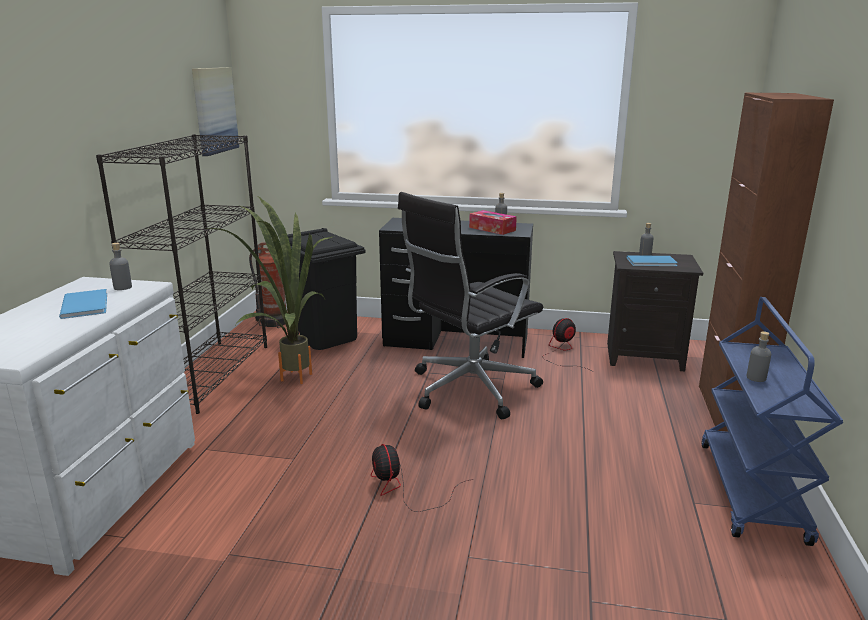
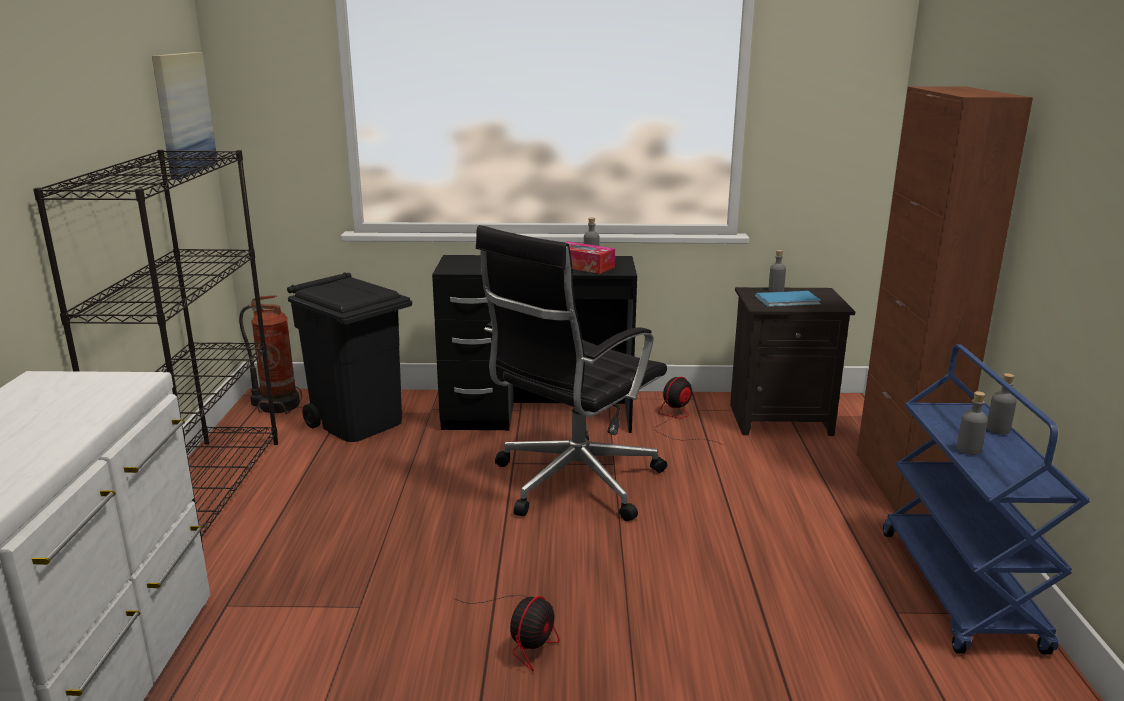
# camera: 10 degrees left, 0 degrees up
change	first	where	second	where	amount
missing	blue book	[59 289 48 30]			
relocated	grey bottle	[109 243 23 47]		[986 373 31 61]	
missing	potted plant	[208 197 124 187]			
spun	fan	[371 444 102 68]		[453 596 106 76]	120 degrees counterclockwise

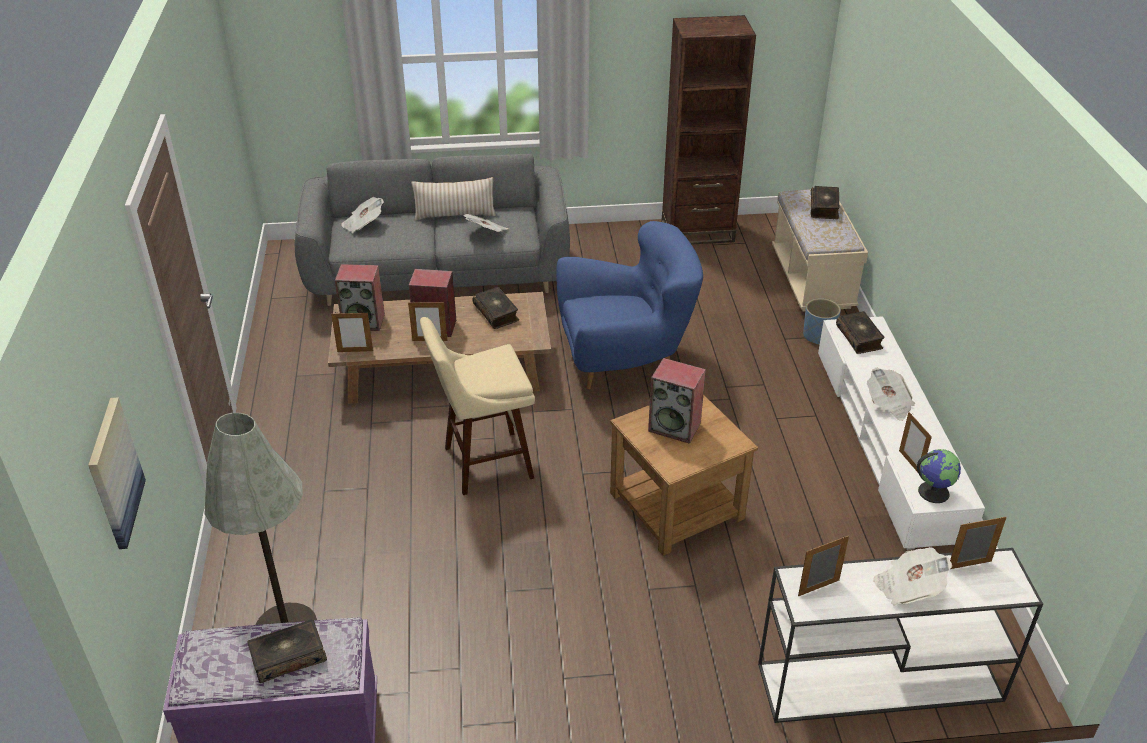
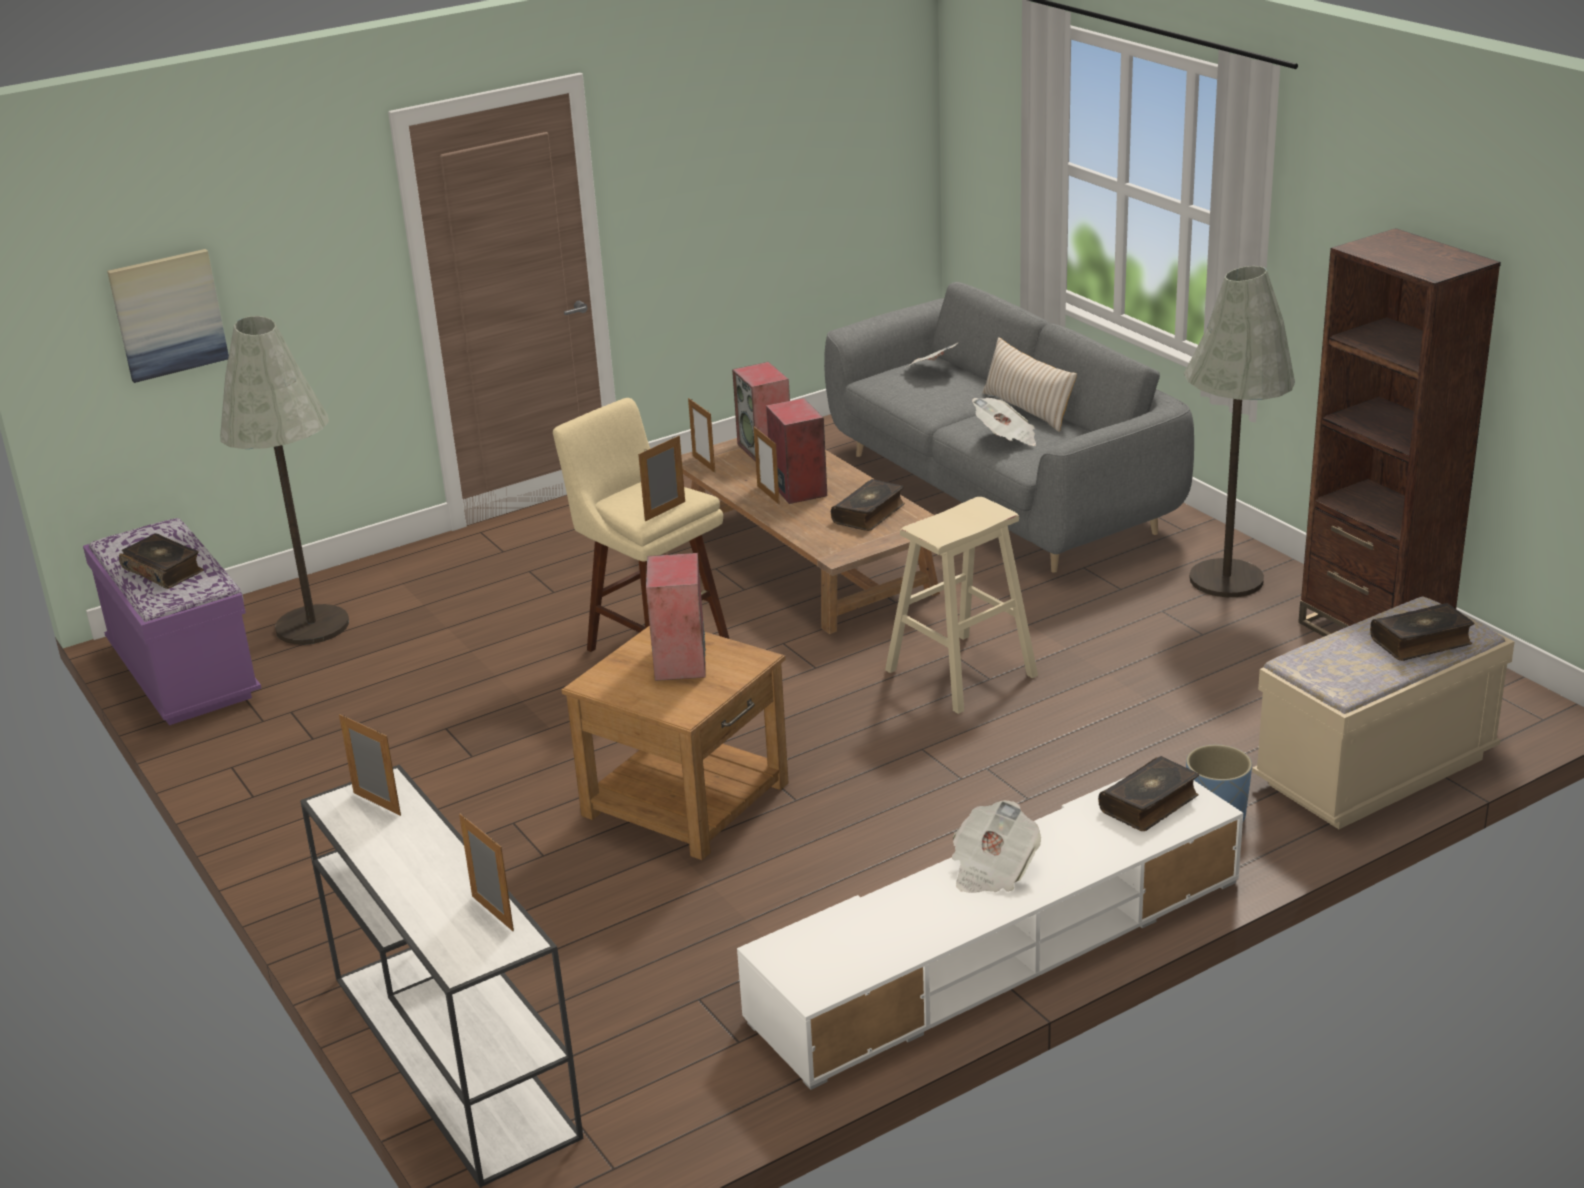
# camera: 65 degrees right, 10 degrees down
change	first	where	second	where	amount
exchanged	blue armchair	[556 221 147 168]	beige stool	[885 497 153 217]	
missing	newspaper	[873 547 79 58]			
relocated	picture frame	[899 412 33 60]		[638 436 47 85]	
missing	globe	[917 449 44 54]			
appeared			grey floor lamp	[1184 266 111 331]	

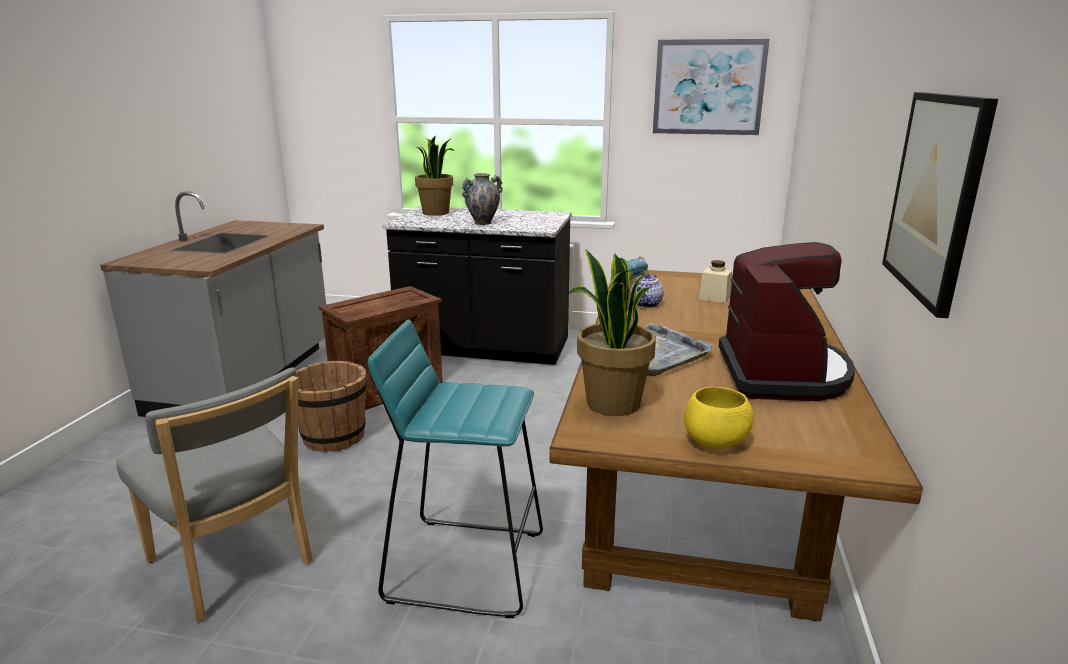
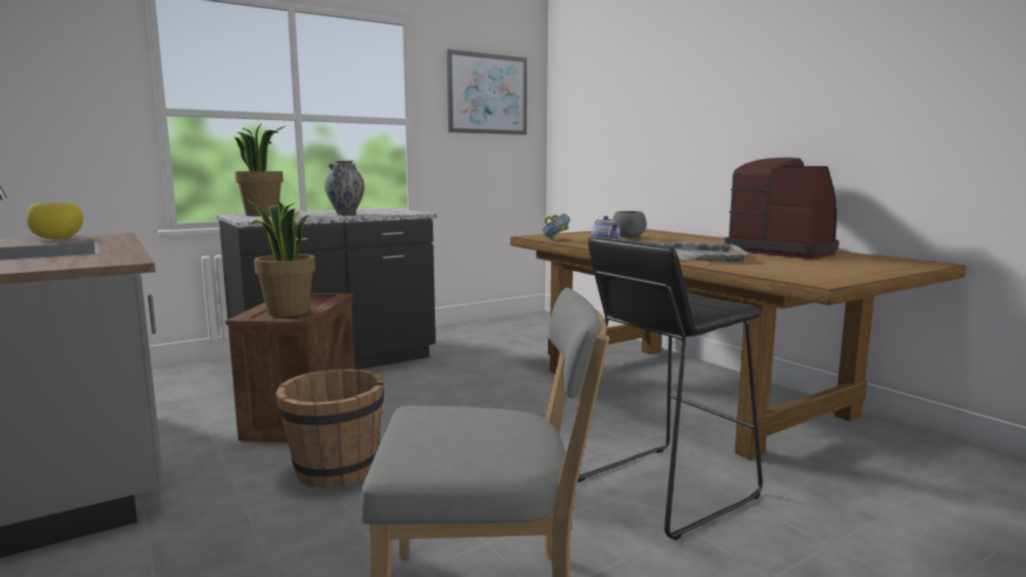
# camera: 45 degrees left, 10 degrees down
change	first	where	second	where	amount
colour	turquoise stool	[368 320 175 298]	black stool	[578 236 185 304]	
relocated	potted plant	[569 249 87 167]		[247 197 68 120]	
relocated	yellow bowl	[684 387 70 62]		[27 203 56 36]	
exchanged	beige jar	[699 260 33 43]	grey bowl	[612 211 35 27]	
missing	picture	[882 92 116 226]			

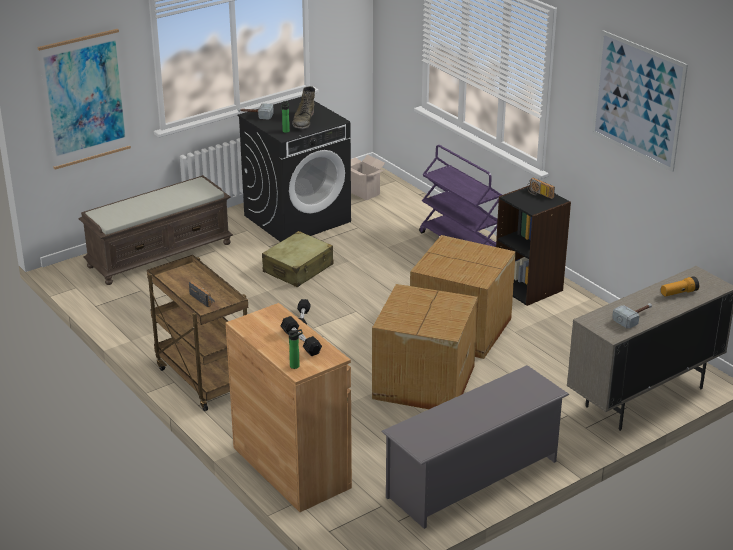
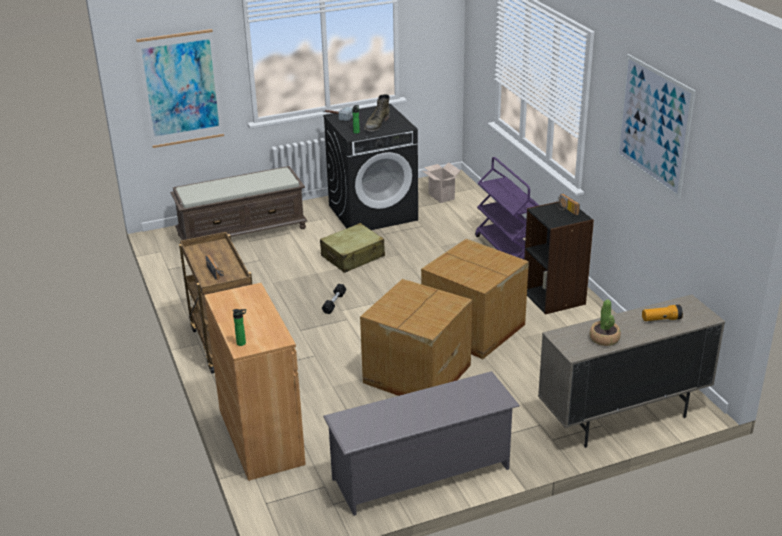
# camera: 15 degrees right, 0 degrees up
change	first	where	second	where	amount
missing	black dumbbell	[281 316 41 40]			
exchanged	hammer	[612 303 40 25]	potted plant	[590 300 31 46]	

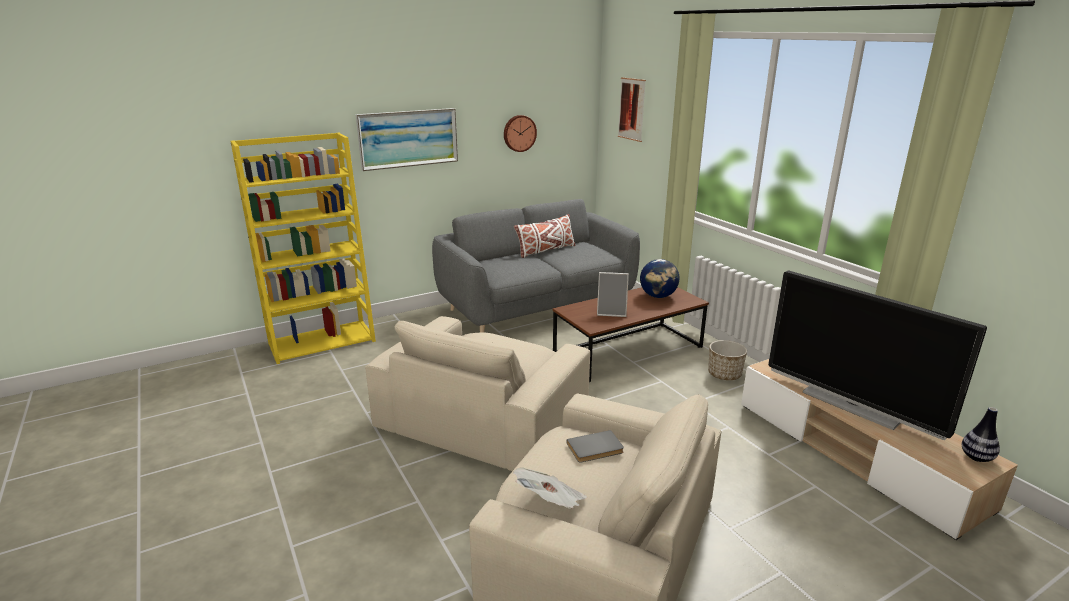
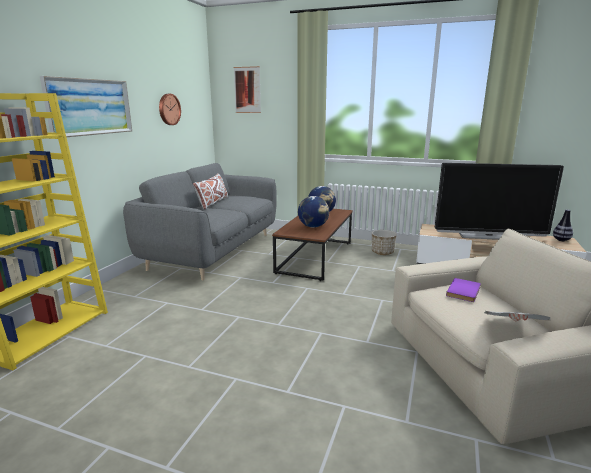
# camera: 40 degrees left, 5 degrees down
change	first	where	second	where	amount
missing	beige armchair	[365 316 225 155]			
colour	grey book	[567 430 57 33]	purple book	[446 278 35 24]	
exchanged	picture frame	[597 272 32 45]	globe	[298 196 31 32]	

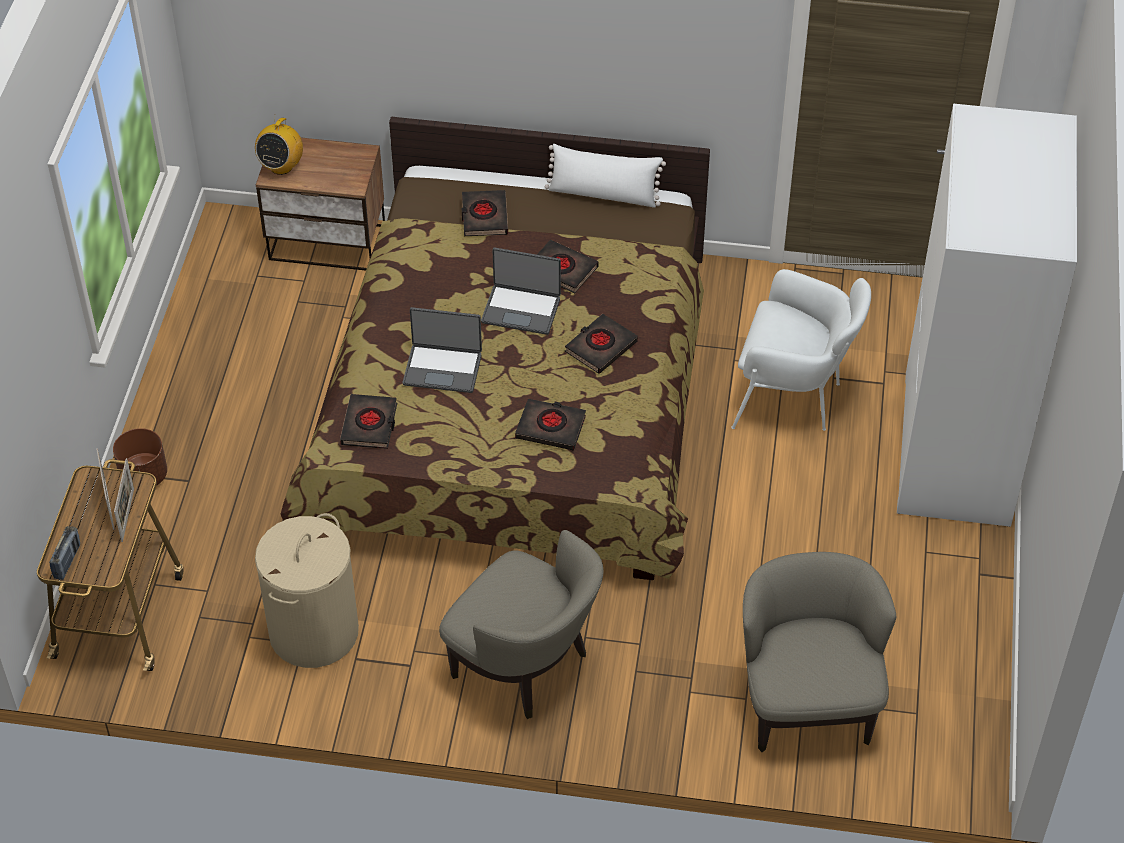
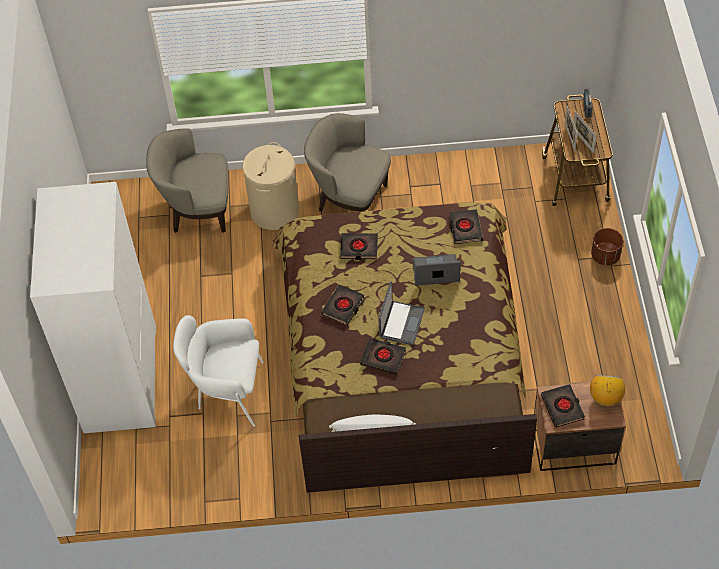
# camera: 170 degrees right, 5 degrees up
change	first	where	second	where	amount
relocated	beige laundry basket	[255 513 104 155]		[242 142 57 88]	
relocated	black book	[462 190 46 46]		[541 384 44 44]	
spun	laptop	[481 248 80 87]		[378 282 47 63]	105 degrees clockwise
spun	beige armchair	[743 552 153 200]		[146 128 82 105]	105 degrees clockwise

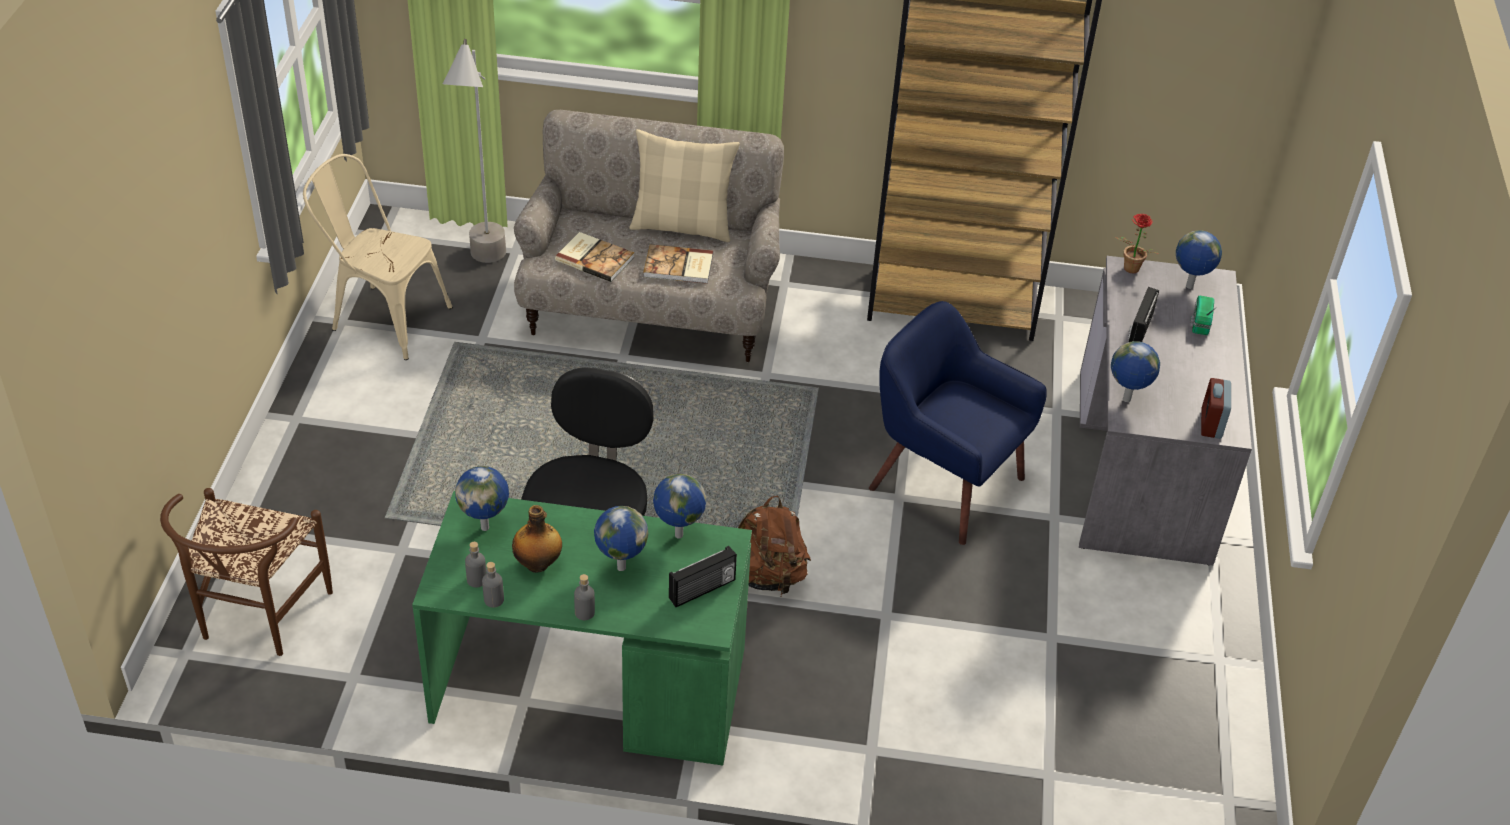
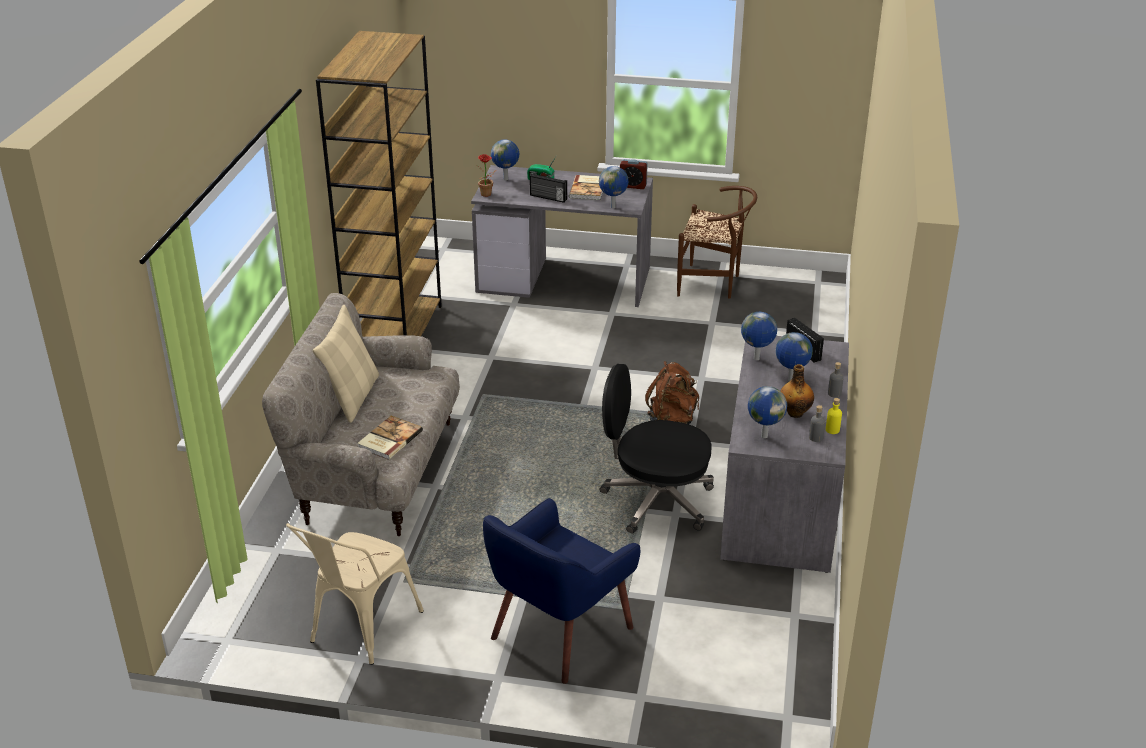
# camera: 85 degrees left, 10 degrees down
change	first	where	second	where	amount
relocated	brown chair	[160 488 173 168]		[677 186 80 113]	
colour	green desk	[412 491 340 274]	grey desk	[720 336 129 237]	
missing	grey floor lamp	[443 39 63 224]			
colour	grey bottle	[482 562 22 46]	yellow bottle	[826 398 16 36]	
relocated	book	[643 244 70 40]		[569 175 34 25]	
relocated	blue armchair	[869 301 178 244]		[483 498 157 186]	

